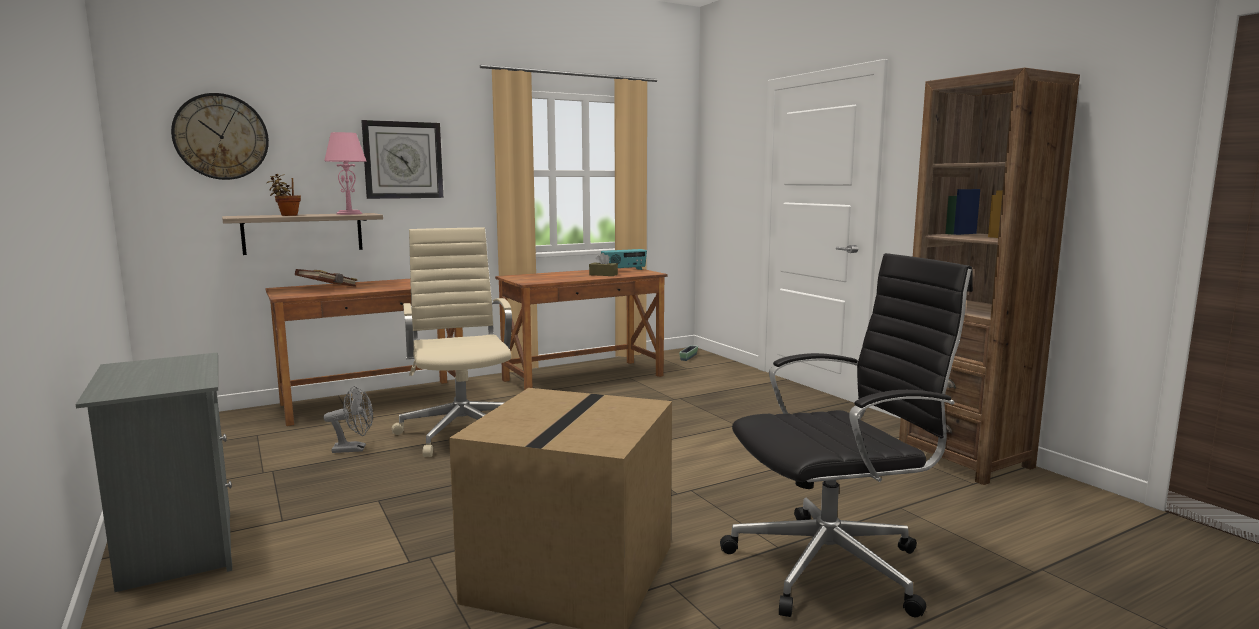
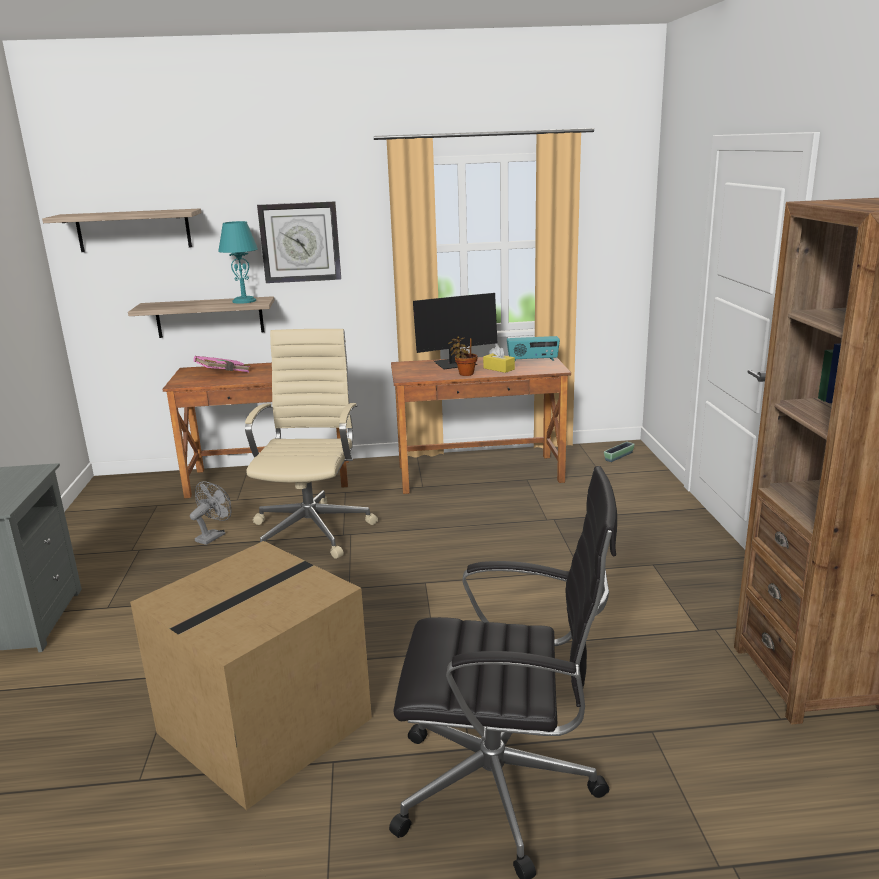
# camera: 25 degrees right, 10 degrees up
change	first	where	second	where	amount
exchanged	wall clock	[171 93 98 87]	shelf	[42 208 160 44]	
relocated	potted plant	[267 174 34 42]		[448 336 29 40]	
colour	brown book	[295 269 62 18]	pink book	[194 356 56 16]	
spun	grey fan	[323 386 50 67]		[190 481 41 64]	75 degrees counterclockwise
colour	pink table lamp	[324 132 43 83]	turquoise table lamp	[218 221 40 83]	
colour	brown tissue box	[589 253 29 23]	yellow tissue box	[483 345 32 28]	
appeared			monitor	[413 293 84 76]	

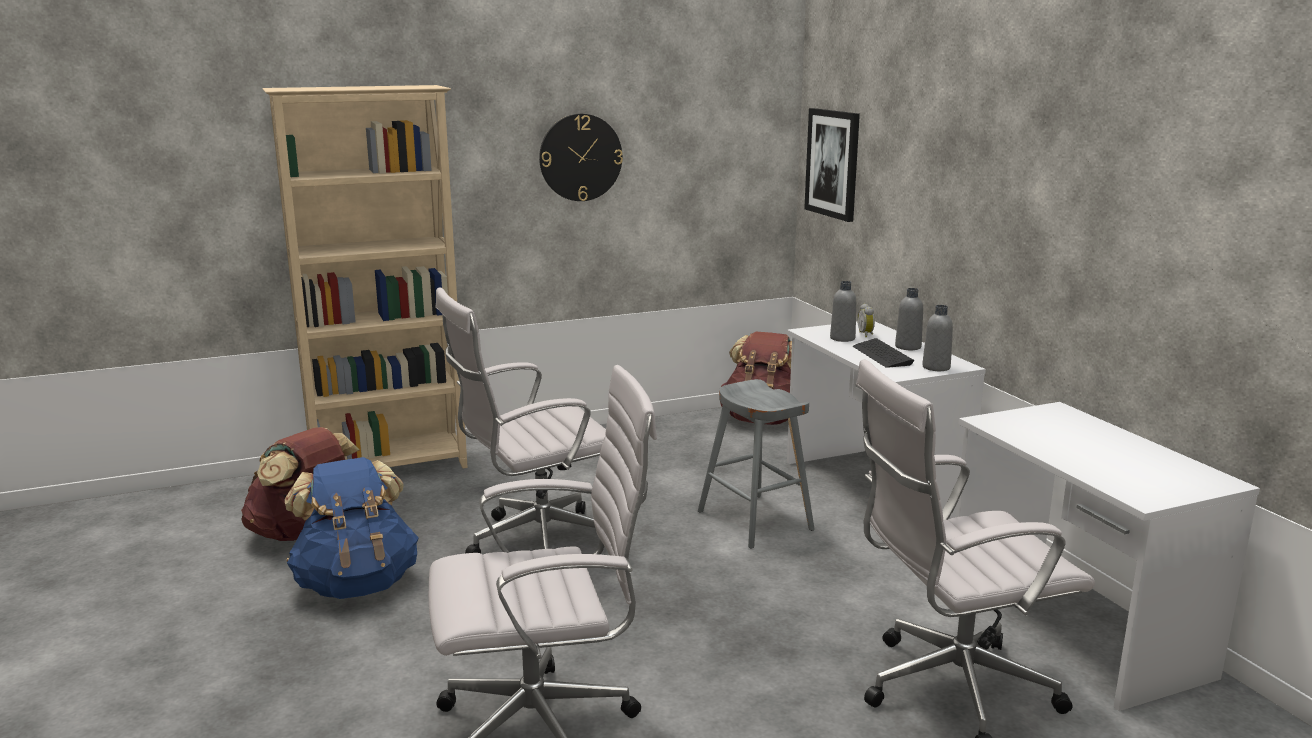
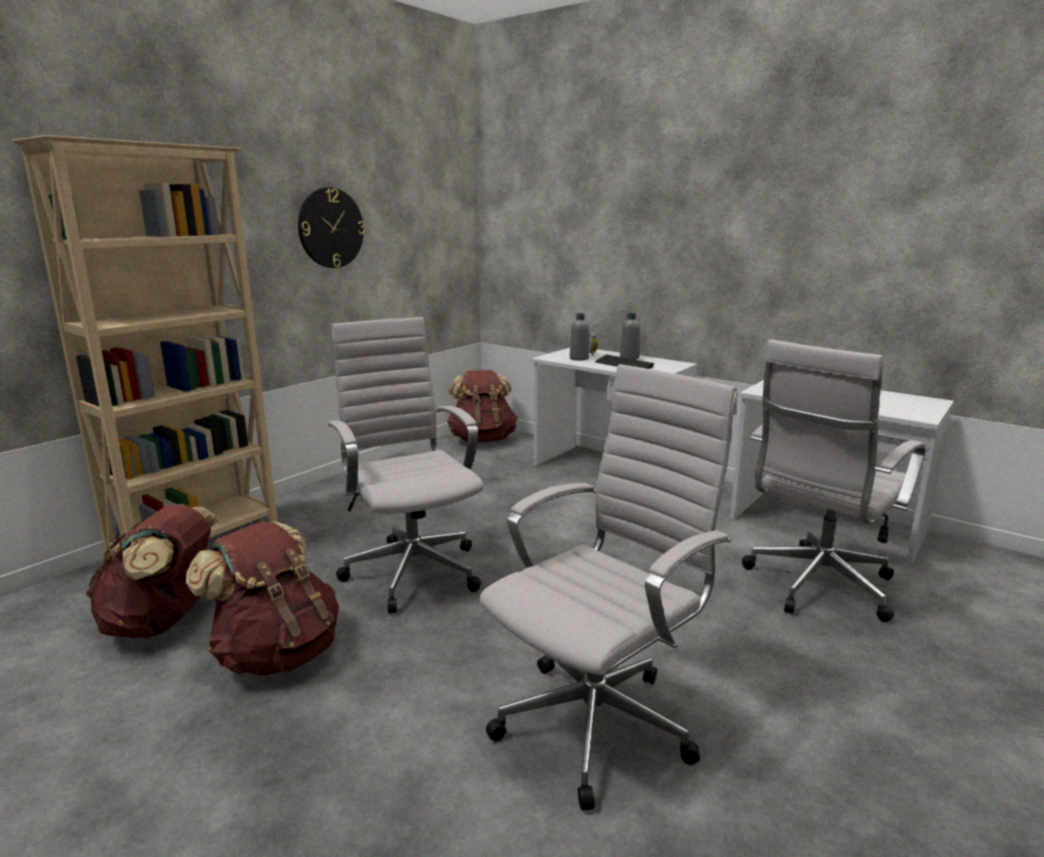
# camera: 30 degrees left, 0 degrees up
change	first	where	second	where	amount
colour	blue backpack	[285 457 134 142]	brown backpack	[186 521 153 155]	
spun	white office chair	[436 287 170 266]		[328 317 156 296]	120 degrees clockwise
missing	grey stool	[698 379 117 170]			
missing	picture	[804 108 56 114]			
missing	grey bottle	[922 305 31 66]			

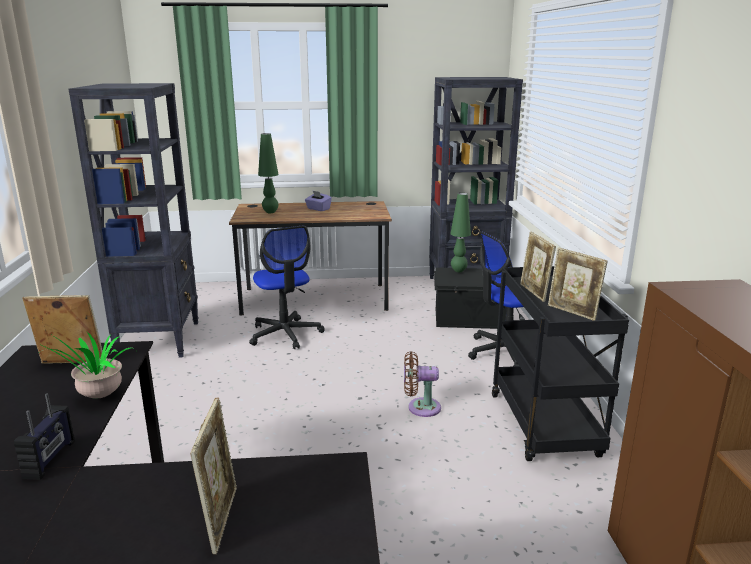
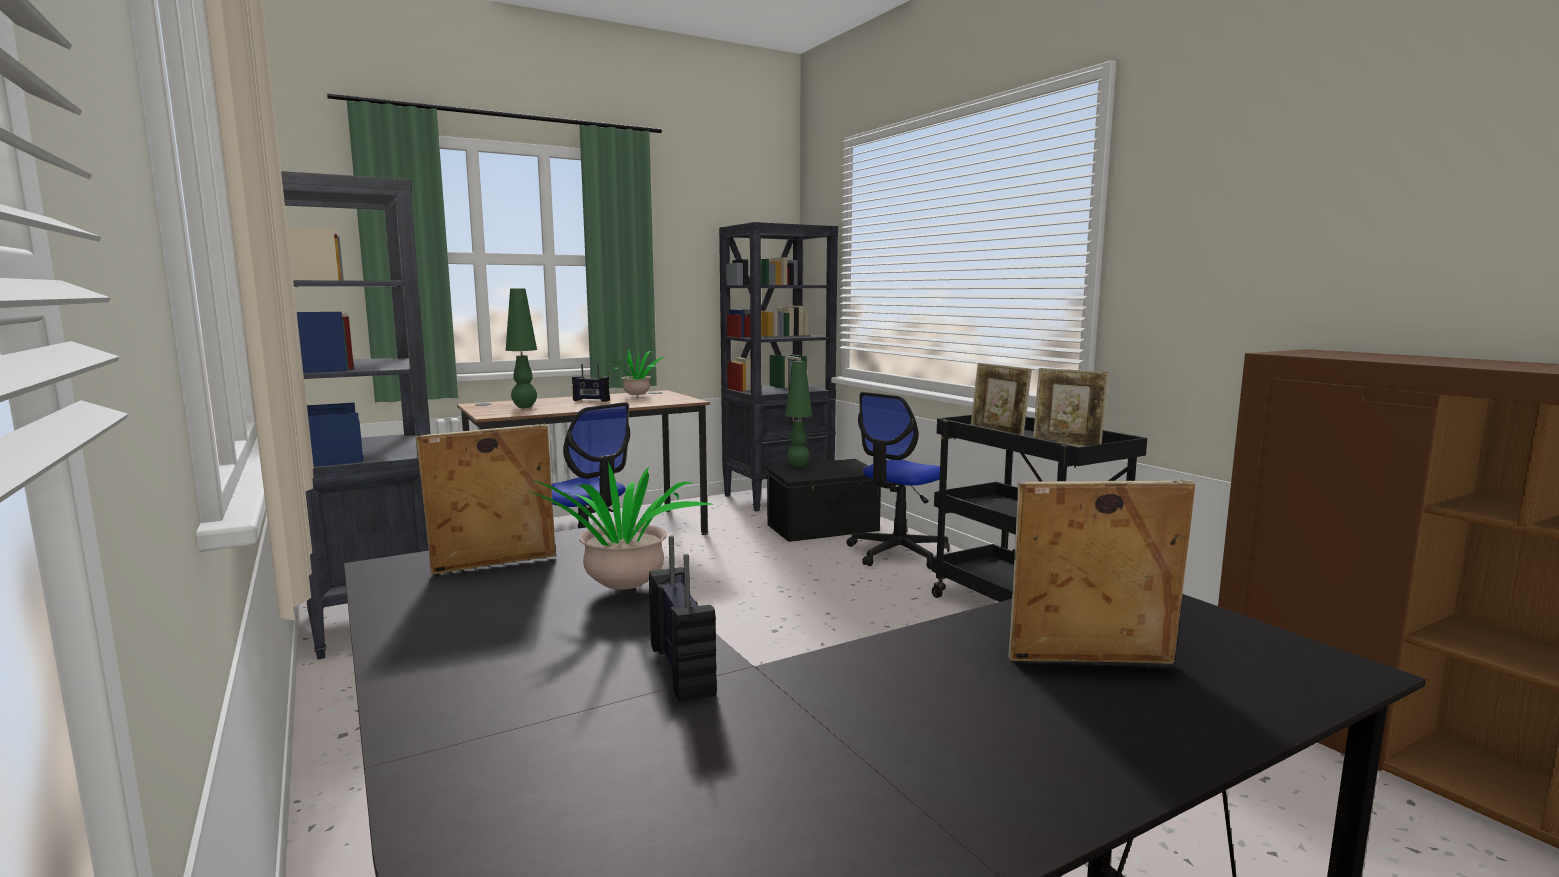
# camera: 25 degrees left, 10 degrees down
change	first	where	second	where	amount
spun	picture frame	[190 397 47 157]		[1008 480 187 184]	60 degrees counterclockwise
exchanged	purple tissue box	[305 190 27 21]	radio	[572 364 38 38]	
missing	brown fan	[404 351 37 66]			
appeared			potted plant	[614 350 50 45]	

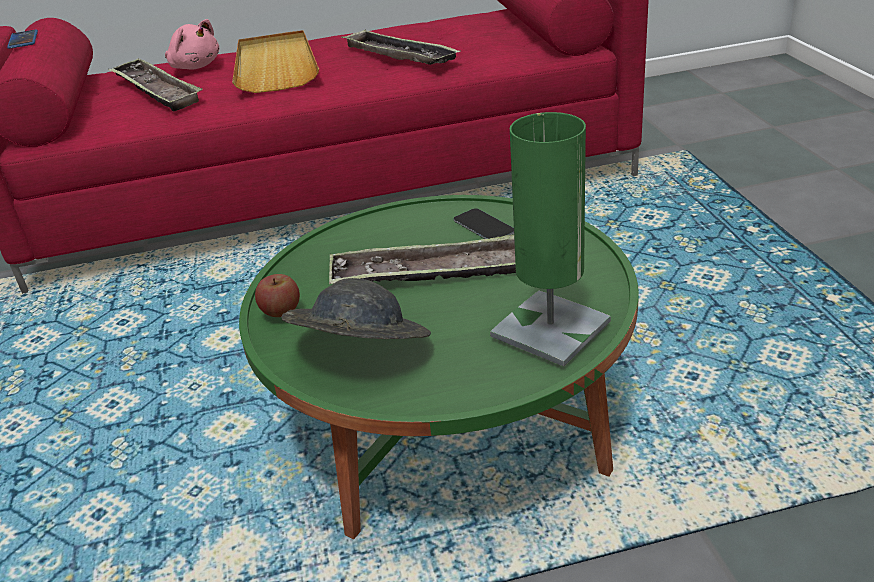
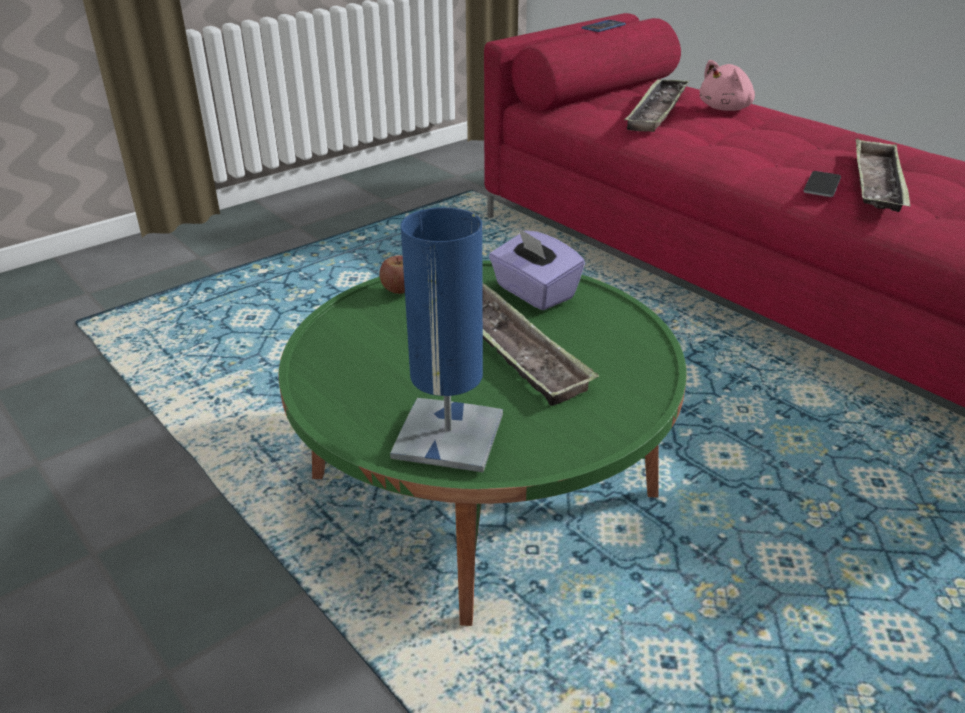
# camera: 60 degrees right, 0 degrees up
change	first	where	second	where	amount
spun	pink plush toy	[165 19 54 50]		[699 60 56 51]	45 degrees clockwise
missing	beige tray	[232 30 87 63]			
missing	grey hat	[281 278 150 61]			
relocated	phone	[453 208 61 31]		[804 171 37 26]	
colour	green table lamp	[490 112 121 255]	blue table lamp	[390 207 113 265]	
appeared			purple tissue box	[489 227 96 83]	

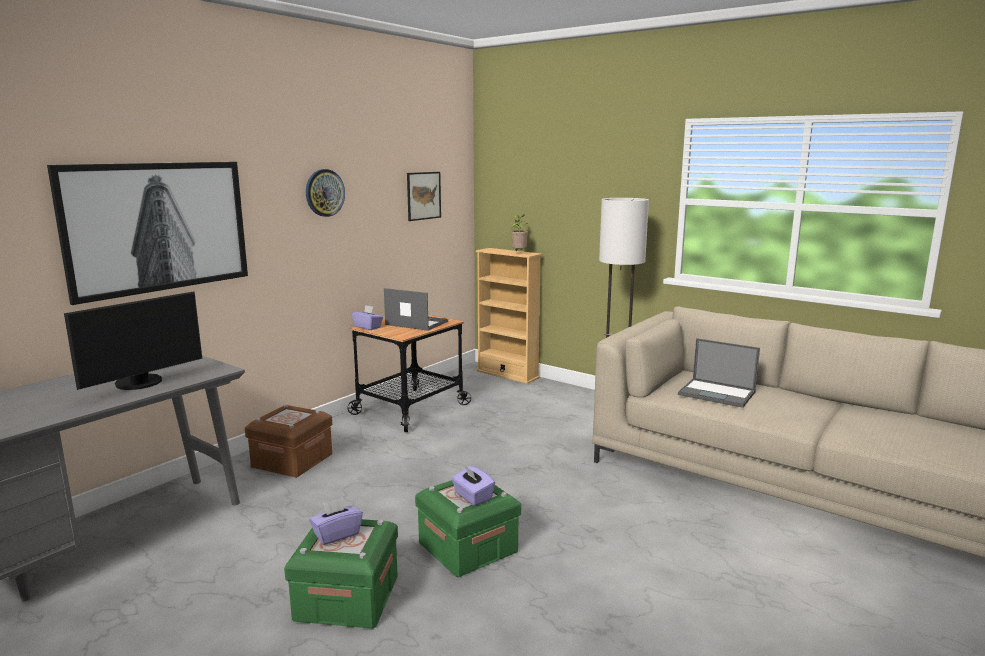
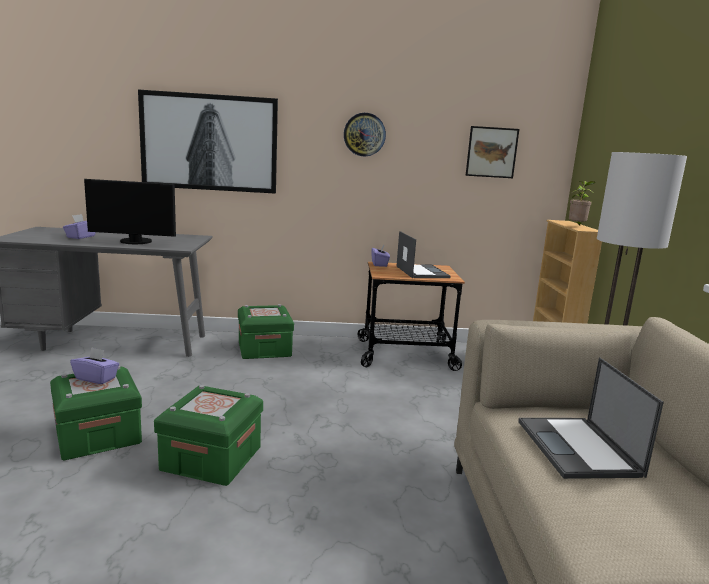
# camera: 50 degrees right, 0 degrees up
change	first	where	second	where	amount
colour	brown storage box	[245 404 87 74]	green storage box	[238 304 56 55]	
relocated	purple tissue box	[451 466 44 40]		[63 214 33 25]	

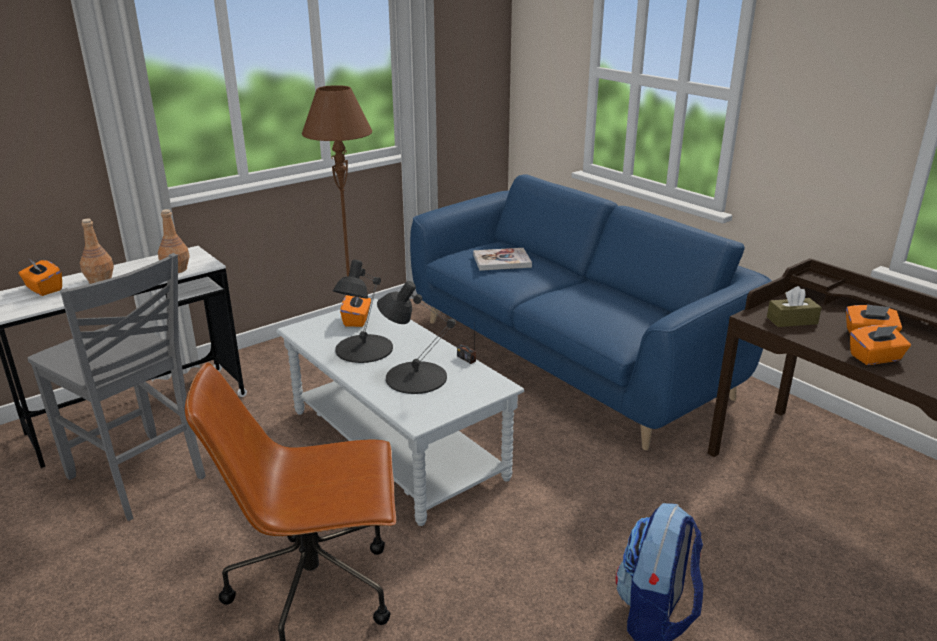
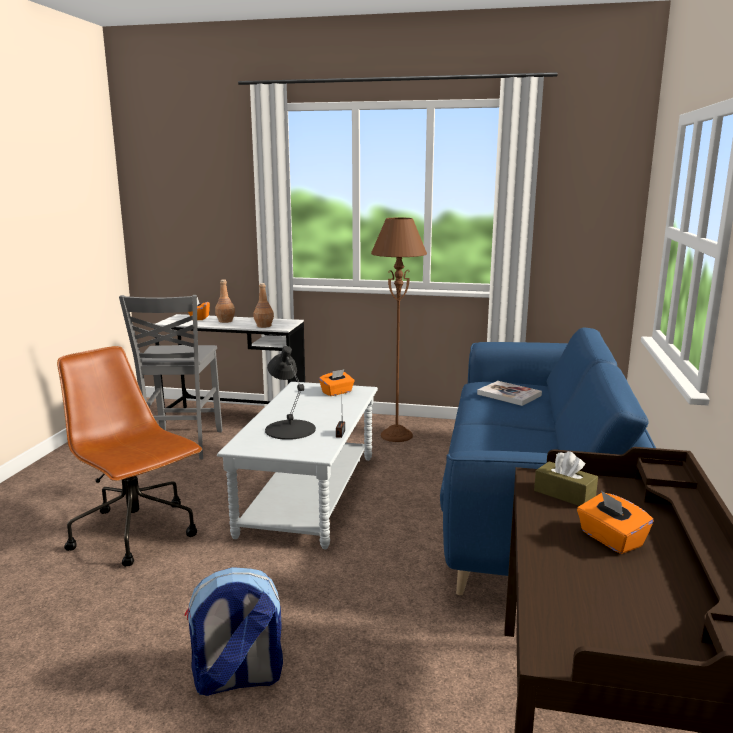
# camera: 50 degrees right, 10 degrees down
change	first	where	second	where	amount
missing	black table lamp	[333 260 60 103]			
missing	orange tissue box	[850 325 61 40]			

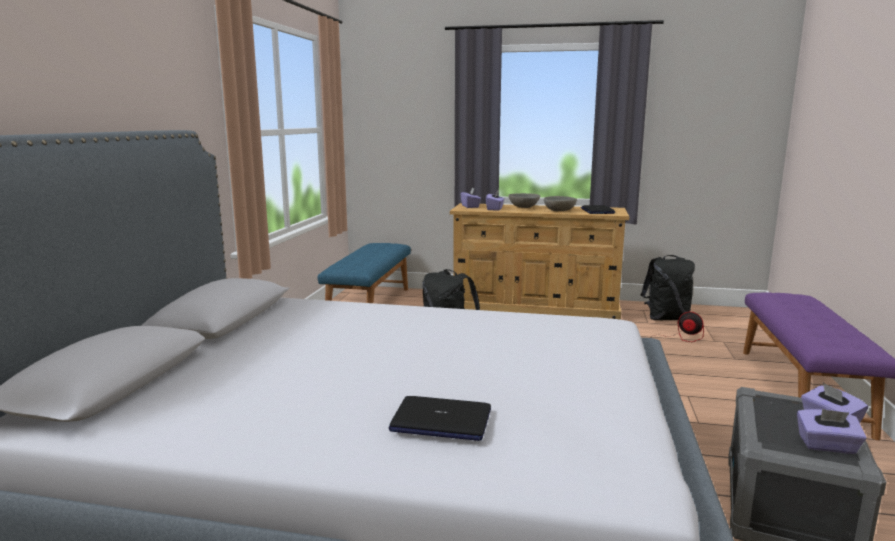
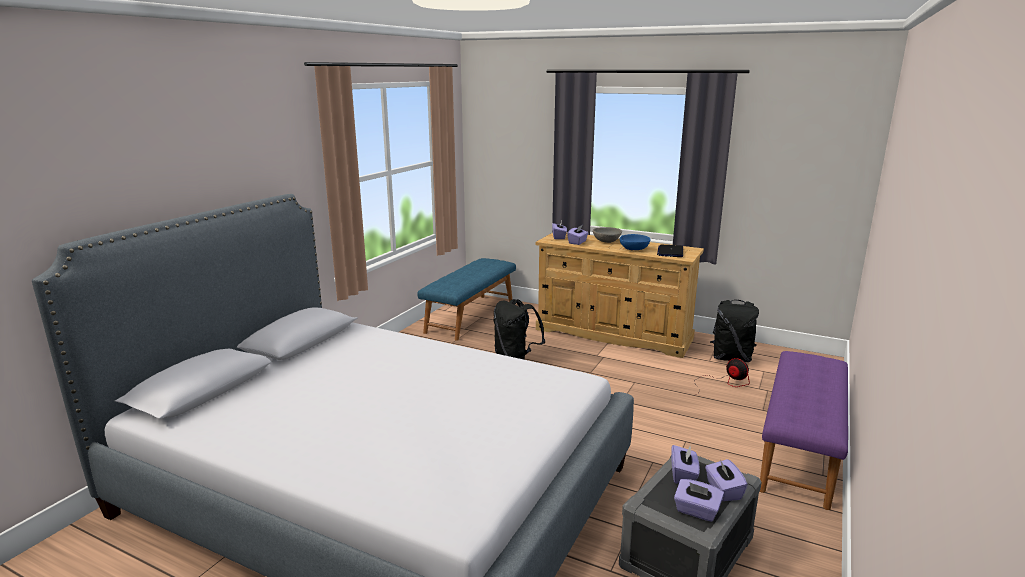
# camera: 15 degrees right, 5 degrees up
change	first	where	second	where	amount
missing	laptop	[389 396 102 45]			
colour	grey bowl	[544 196 33 16]	blue bowl	[620 234 31 16]	
appeared			purple tissue box	[671 445 29 39]	

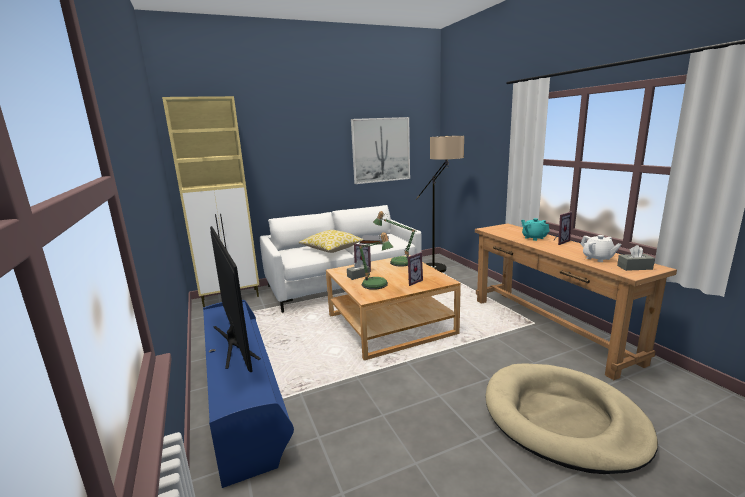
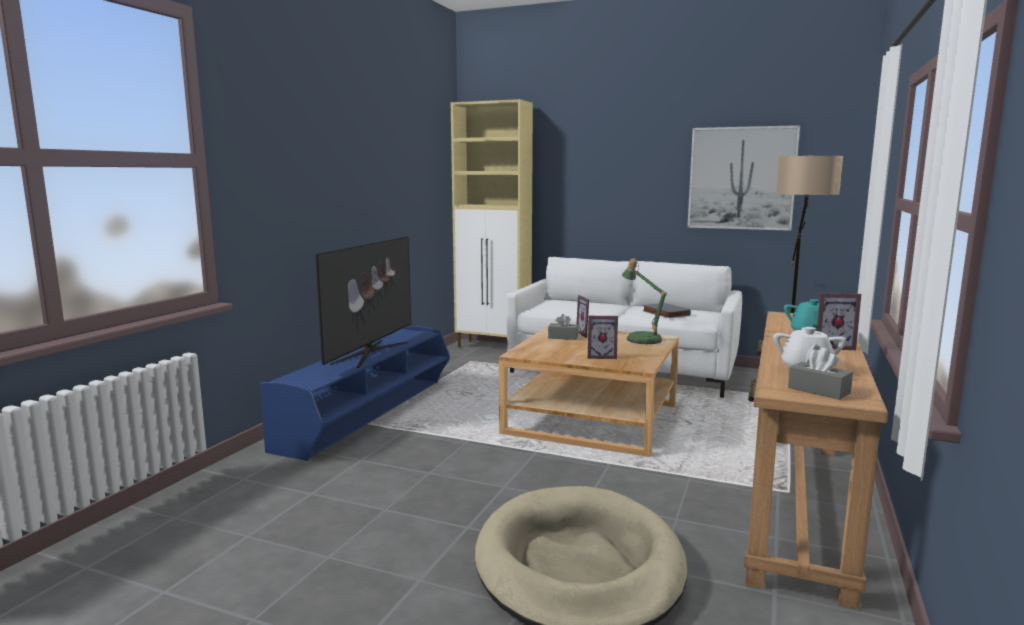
# camera: 45 degrees right, 5 degrees down
change	first	where	second	where	amount
missing	pillow	[299 230 65 23]			
missing	table lamp	[358 232 35 58]			

